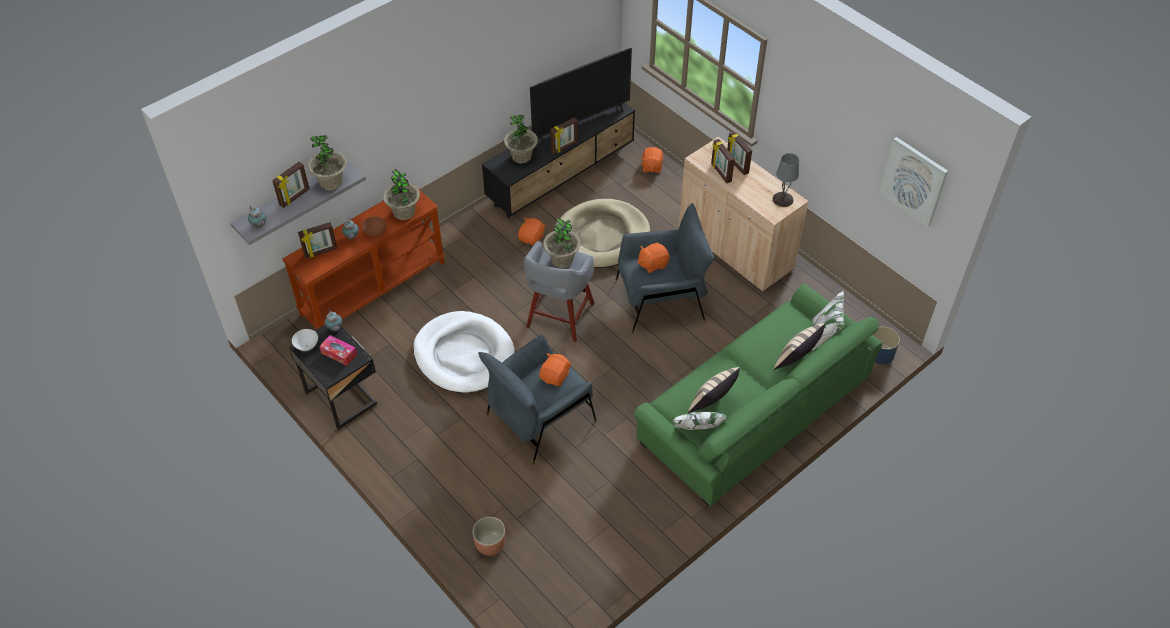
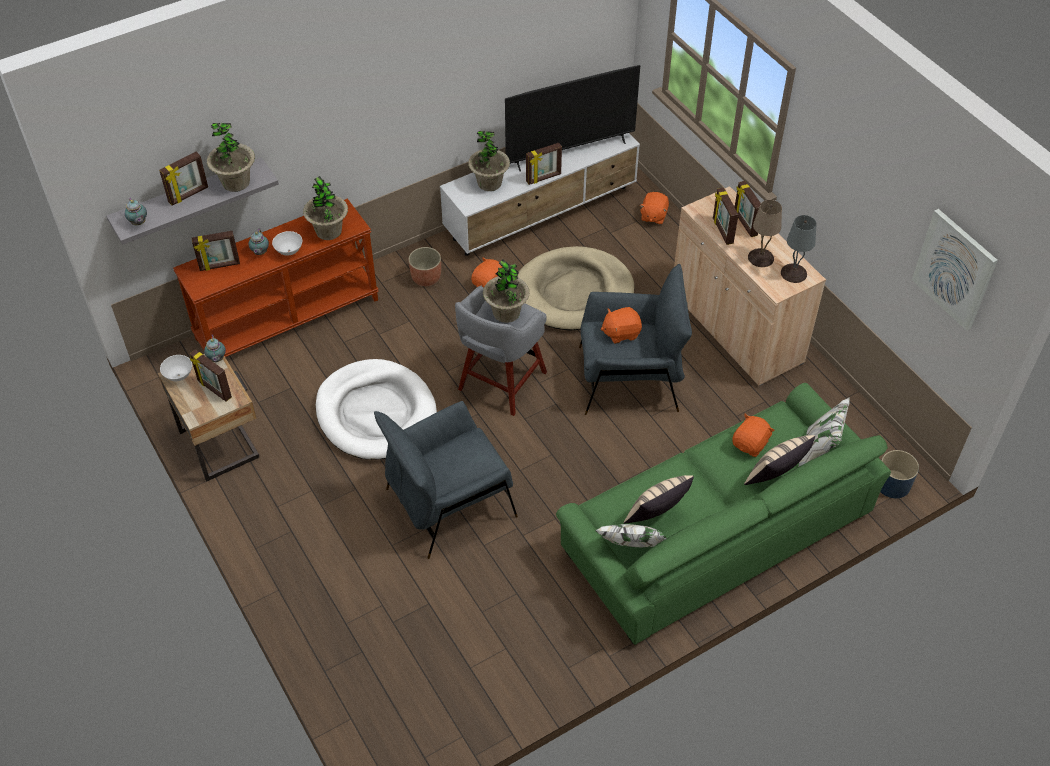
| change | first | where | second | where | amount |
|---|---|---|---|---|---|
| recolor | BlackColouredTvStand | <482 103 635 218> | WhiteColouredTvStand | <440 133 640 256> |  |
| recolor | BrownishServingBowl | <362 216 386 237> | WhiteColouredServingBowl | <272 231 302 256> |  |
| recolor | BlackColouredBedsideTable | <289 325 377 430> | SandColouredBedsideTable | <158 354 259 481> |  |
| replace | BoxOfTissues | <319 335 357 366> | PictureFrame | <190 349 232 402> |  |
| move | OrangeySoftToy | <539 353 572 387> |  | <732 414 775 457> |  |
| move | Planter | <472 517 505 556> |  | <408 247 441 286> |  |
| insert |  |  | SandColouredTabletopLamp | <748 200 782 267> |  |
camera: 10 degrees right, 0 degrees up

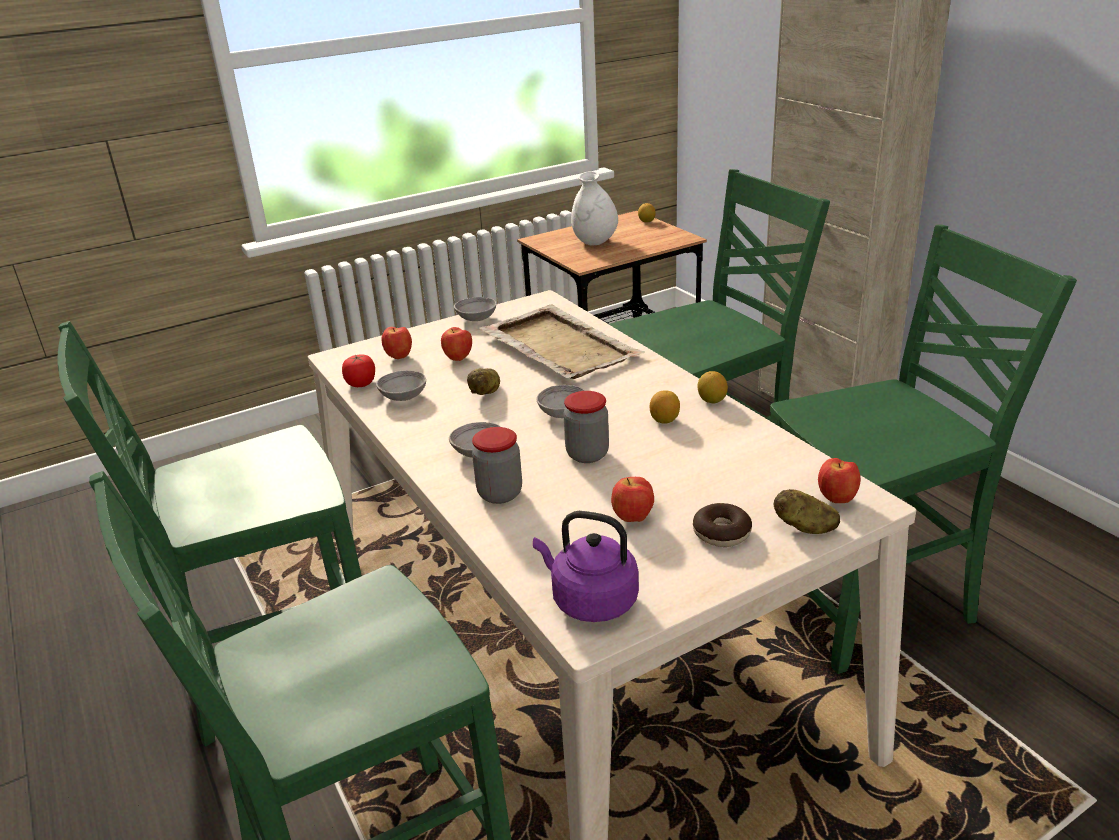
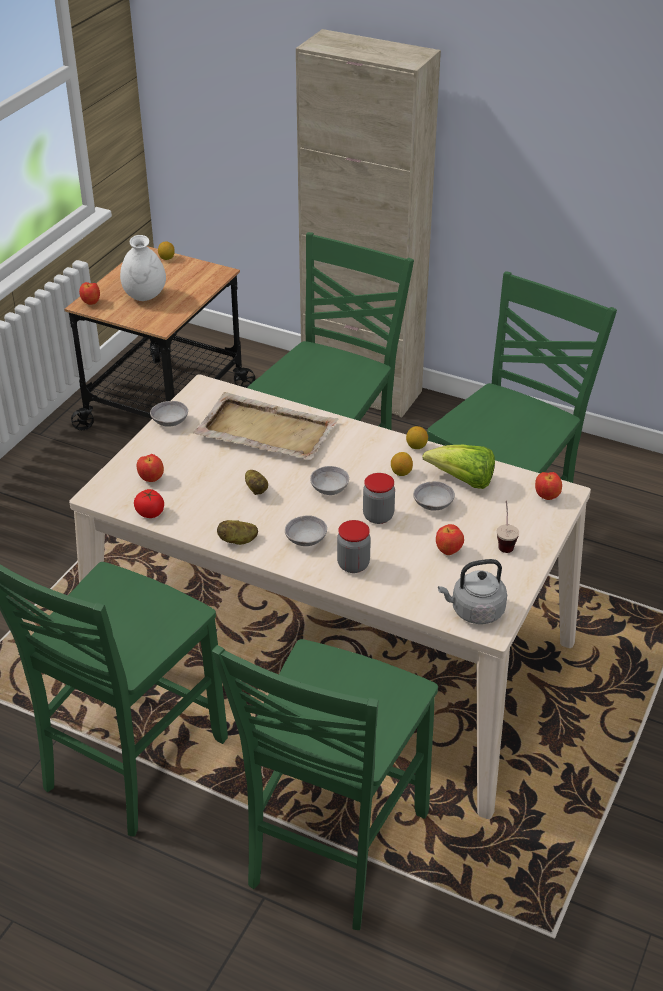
| change | first | where | second | where | amount |
|---|---|---|---|---|---|
| move | WholeApple | <441 327 472 361> |  | <79 282 100 305> |  |
| move | GreyServingBowl | <376 370 426 401> |  | <413 481 455 511> |  |
| move | Spud | <774 489 840 534> |  | <217 520 258 545> |  |
| replace | Doughnut | <693 503 752 547> | SmallCup | <497 501 519 553> |  |
| recolor | PurpleKettle | <533 511 639 622> | GreyKettle | <438 559 507 624> |  |
| insert |  |  | HeadOfLettuce | <422 445 495 489> |  |
camera: 35 degrees left, 10 degrees up

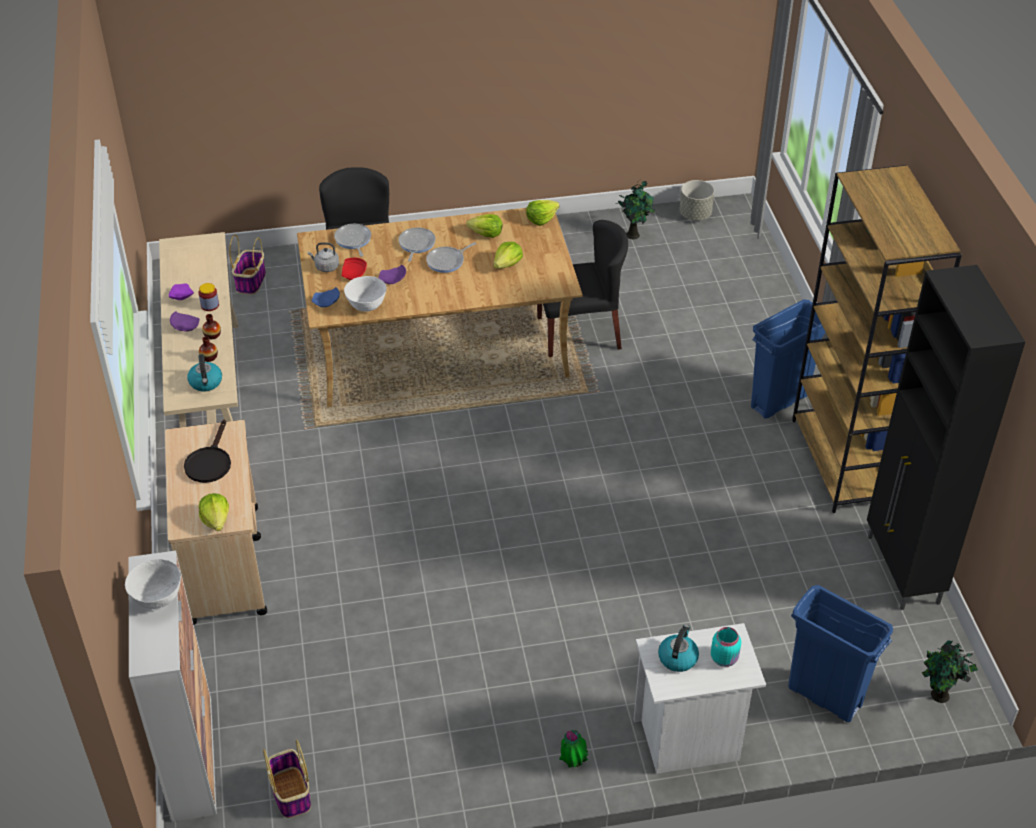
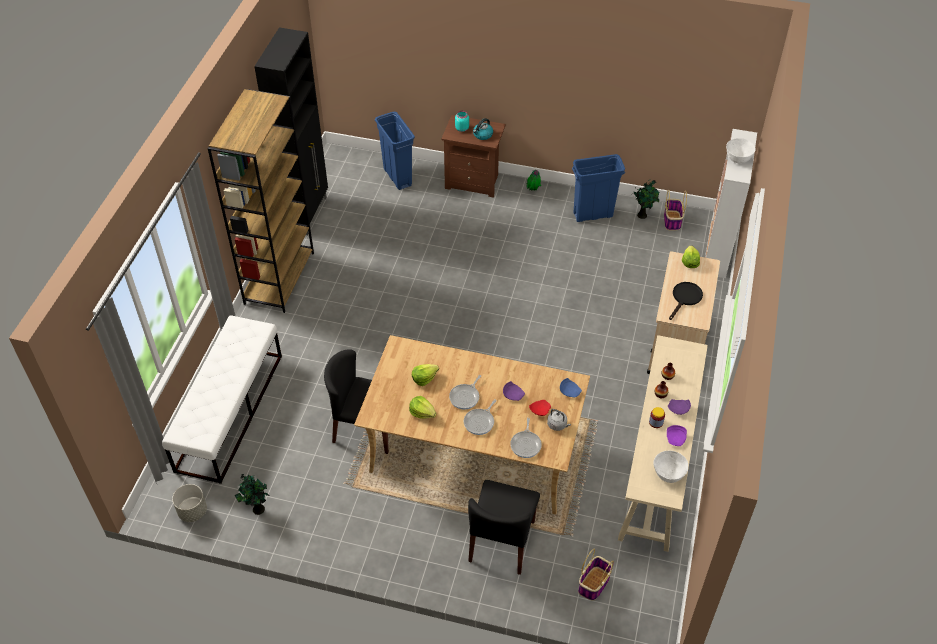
| change | first | where | second | where | amount |
|---|---|---|---|---|---|
| delete | HeadOfLettuce | <526 200 560 226> |  |  |  |
| rotate | Pan | <426 242 476 273> |  | <449 375 481 410> | 135 degrees clockwise |
| move | WhiteColouredServingBowl | <344 276 387 312> |  | <653 451 688 483> |  |
| move | BlueRubbishBin | <751 299 826 419> |  | <572 154 625 222> |  |
| delete | Kettle | <187 354 222 392> |  |  |  |
| recolor | WhiteColouredBedsideTable | <634 623 766 774> | BrownishBedsideTable | <441 115 506 198> |  |
| move | PottedPlant | <922 640 978 703> |  | <634 179 659 219> |  |
| insert |  |  | WhiteColouredIndoorBench | <162 315 282 484> |  |
camera: 155 degrees left, 5 degrees up

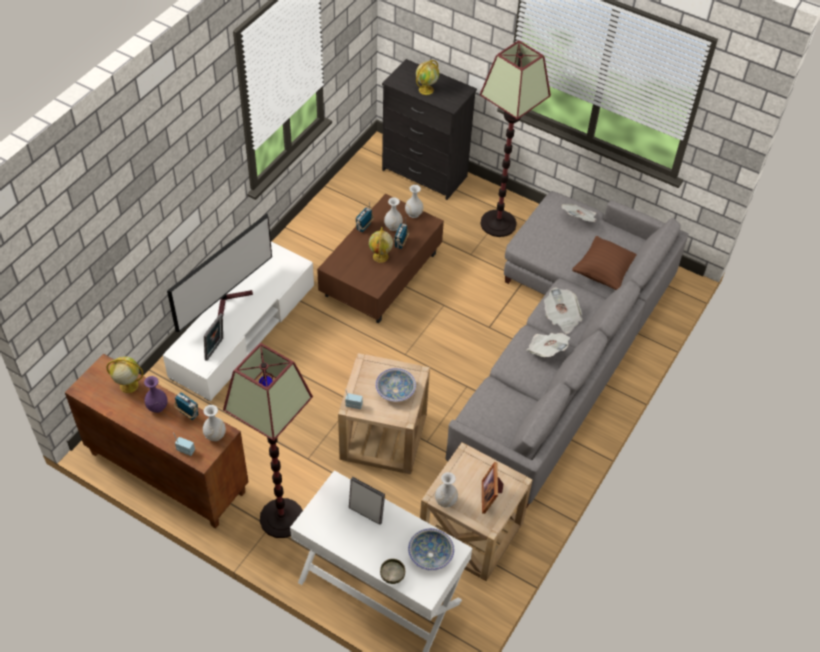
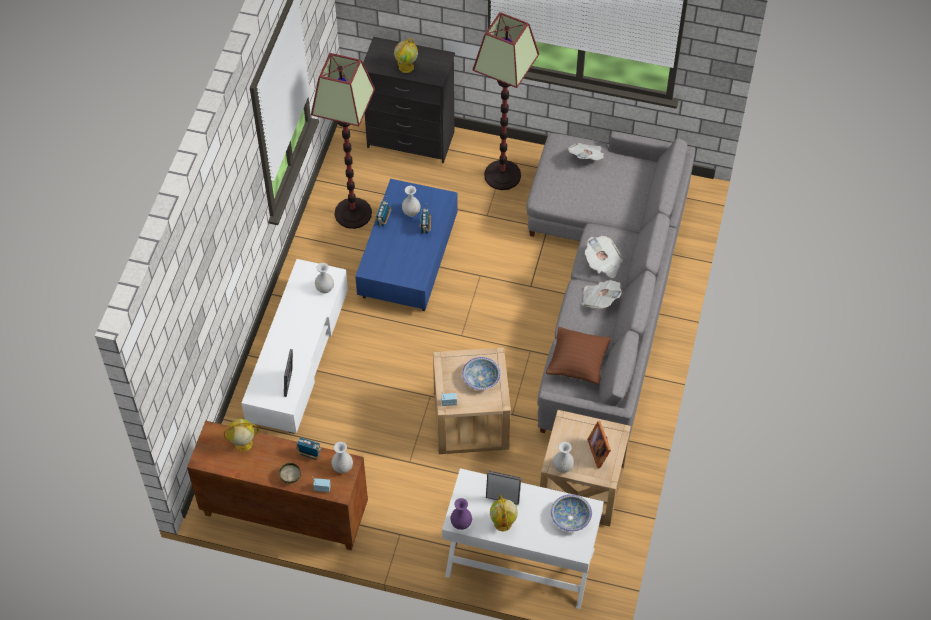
| change | first | where | second | where | amount |
|---|---|---|---|---|---|
| move | WhiteColouredDecorativeVase | <405 185 423 218> |  | <315 263 334 293> |  |
| recolor | BrownishLoungeTable | <317 194 444 324> | BlueLoungeTable | <355 179 458 311> |  |
| delete | TvSet | <167 213 272 332> |  |  |  |
| move | Globe | <369 227 393 263> |  | <490 495 518 531> |  |
| move | BrownishThrowPillow | <572 236 637 290> |  | <546 327 611 385> |  |
| move | StandingLamp | <223 343 313 538> |  | <311 53 375 229> |  |
| move | PurpleDecorativeVase | <144 376 168 413> |  | <451 498 472 530> |  |
| move | ServingBowl | <380 559 405 584> |  | <279 462 301 484> |  |
camera: 15 degrees left, 5 degrees up

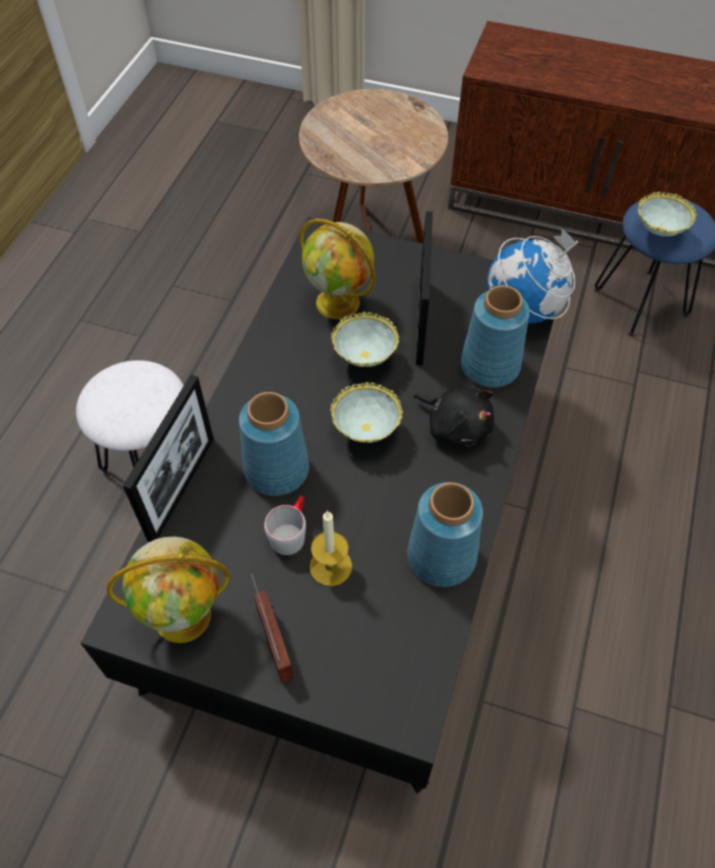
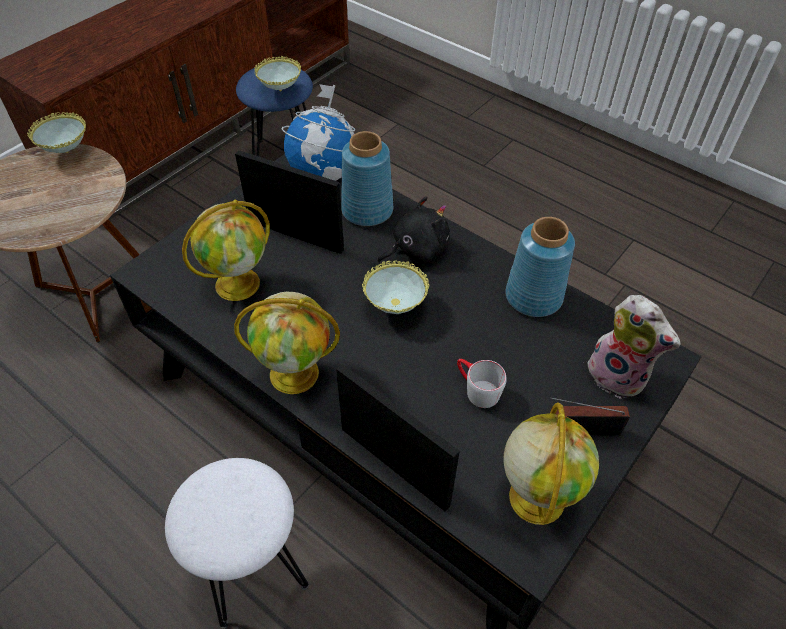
| change | first | where | second | where | amount |
|---|---|---|---|---|---|
| move | ServingBowl | <331 312 399 367> |  | <27 112 86 153> |  |
| delete | BlueDecorativeVase | <239 392 309 496> |  |  |  |
| delete | Candle | <309 510 352 586> |  |  |  |
| insert |  |  | Globe | <234 292 340 394> |  |
| insert |  |  | SoftToy | <585 295 681 399> |  |
camera: 70 degrees left, 5 degrees down

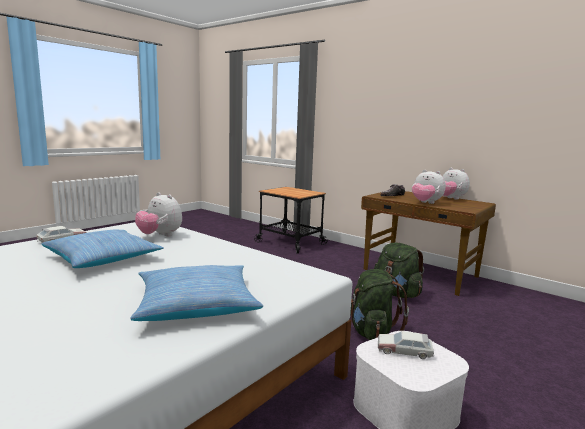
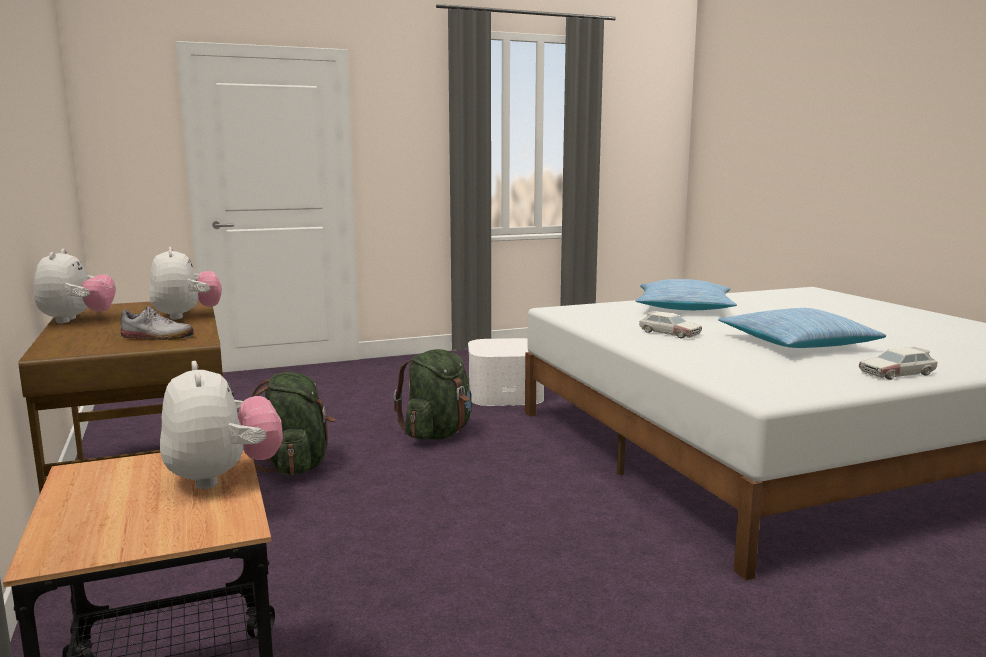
| change | first | where | second | where | amount |
|---|---|---|---|---|---|
| move | SoftToy | <135 192 182 236> |  | <160 361 283 489> |  |
| move | ModelCar | <378 331 435 359> |  | <639 311 702 339> |  |
camera: 150 degrees left, 0 degrees up

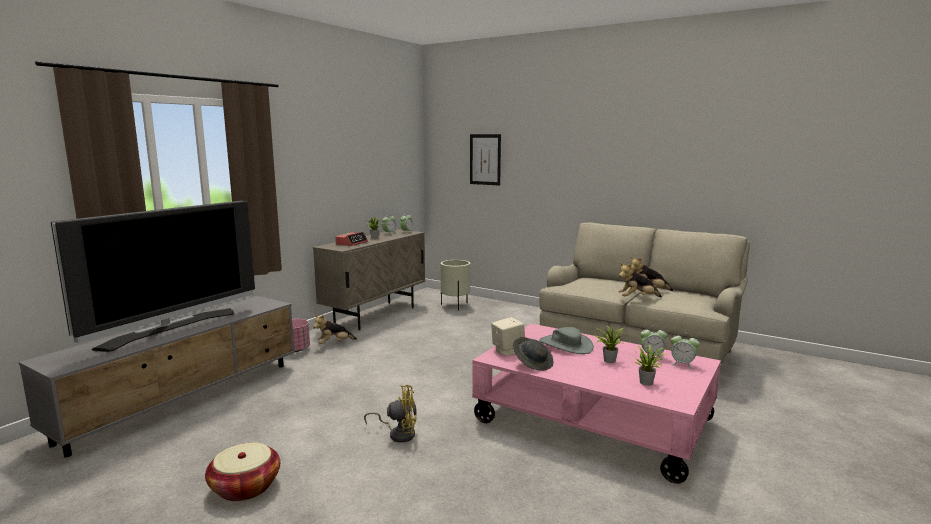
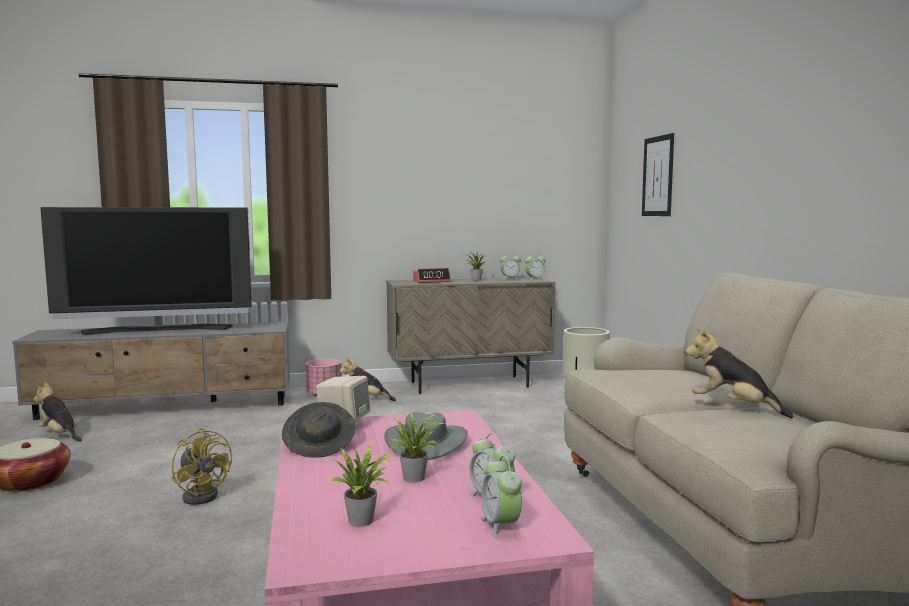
| change | first | where | second | where | amount |
|---|---|---|---|---|---|
| move | SoftToy | <619 263 662 297> |  | <34 383 82 442> |  |
camera: 45 degrees right, 5 degrees down

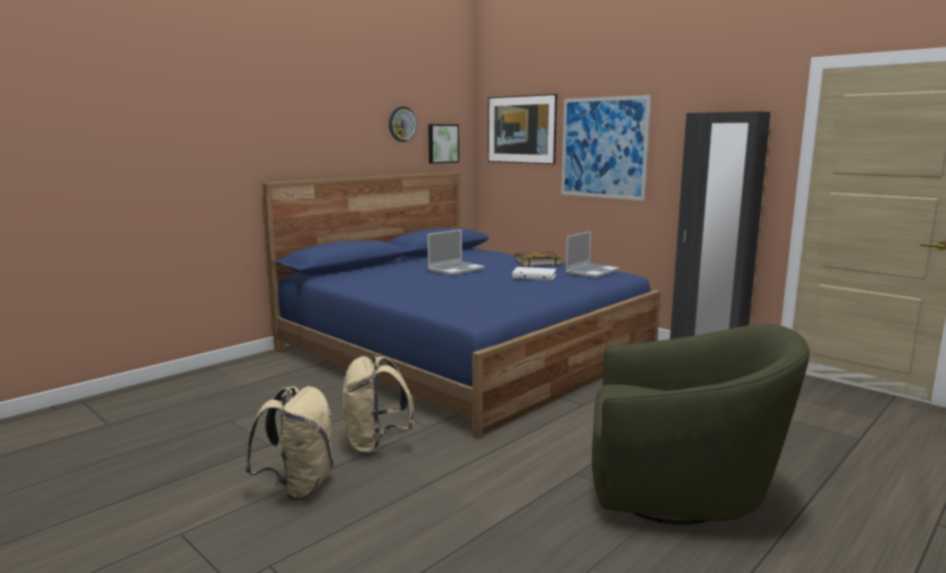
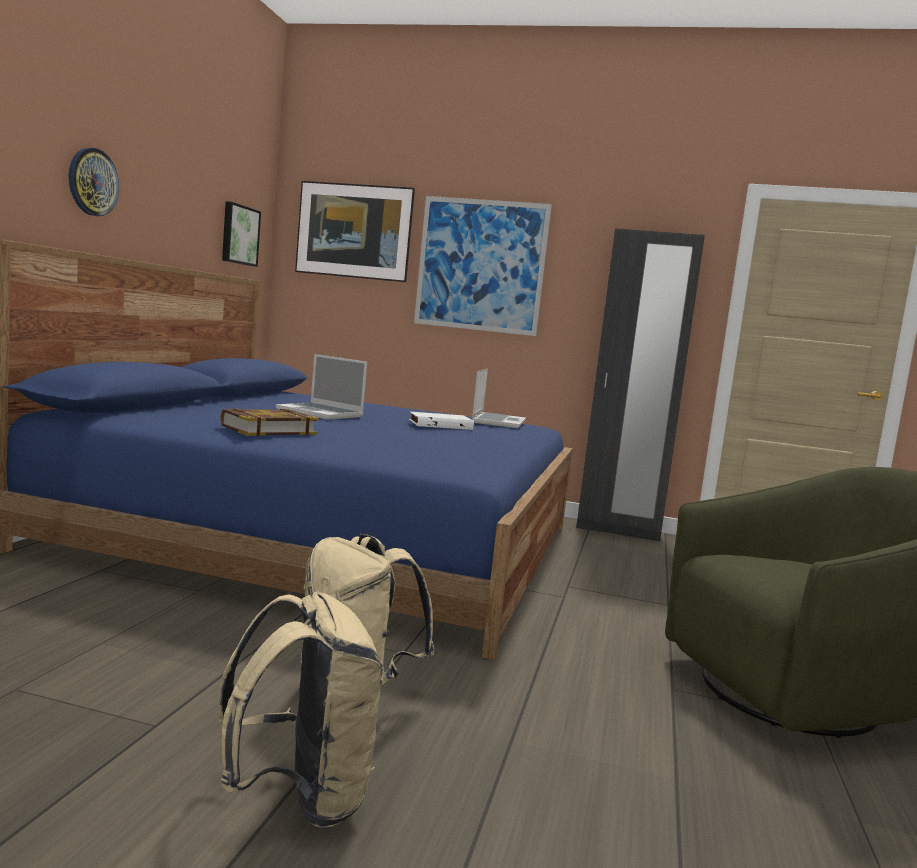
| change | first | where | second | where | amount |
|---|---|---|---|---|---|
| move | WallClock | <389 107 417 142> |  | <69 148 119 216> |  |
| rotate | Laptop | <427 229 485 276> |  | <276 354 367 420> | 105 degrees clockwise |
| move | BoundBook | <515 251 562 267> |  | <221 408 319 436> |  |
camera: 30 degrees left, 5 degrees down

